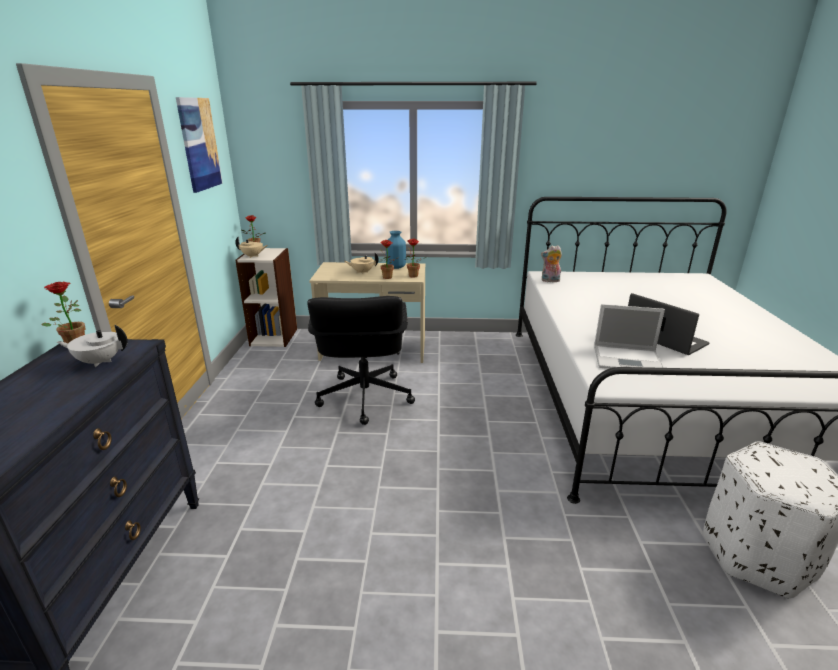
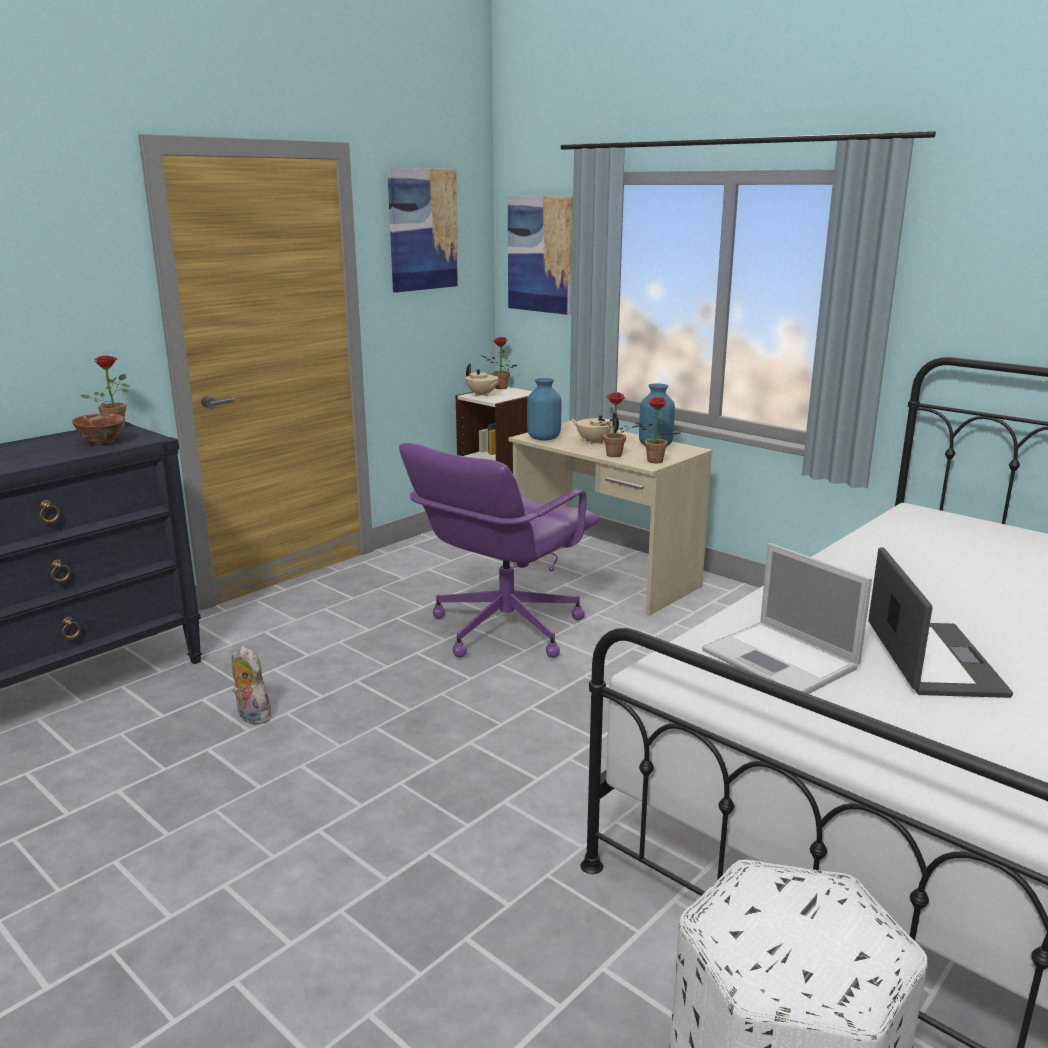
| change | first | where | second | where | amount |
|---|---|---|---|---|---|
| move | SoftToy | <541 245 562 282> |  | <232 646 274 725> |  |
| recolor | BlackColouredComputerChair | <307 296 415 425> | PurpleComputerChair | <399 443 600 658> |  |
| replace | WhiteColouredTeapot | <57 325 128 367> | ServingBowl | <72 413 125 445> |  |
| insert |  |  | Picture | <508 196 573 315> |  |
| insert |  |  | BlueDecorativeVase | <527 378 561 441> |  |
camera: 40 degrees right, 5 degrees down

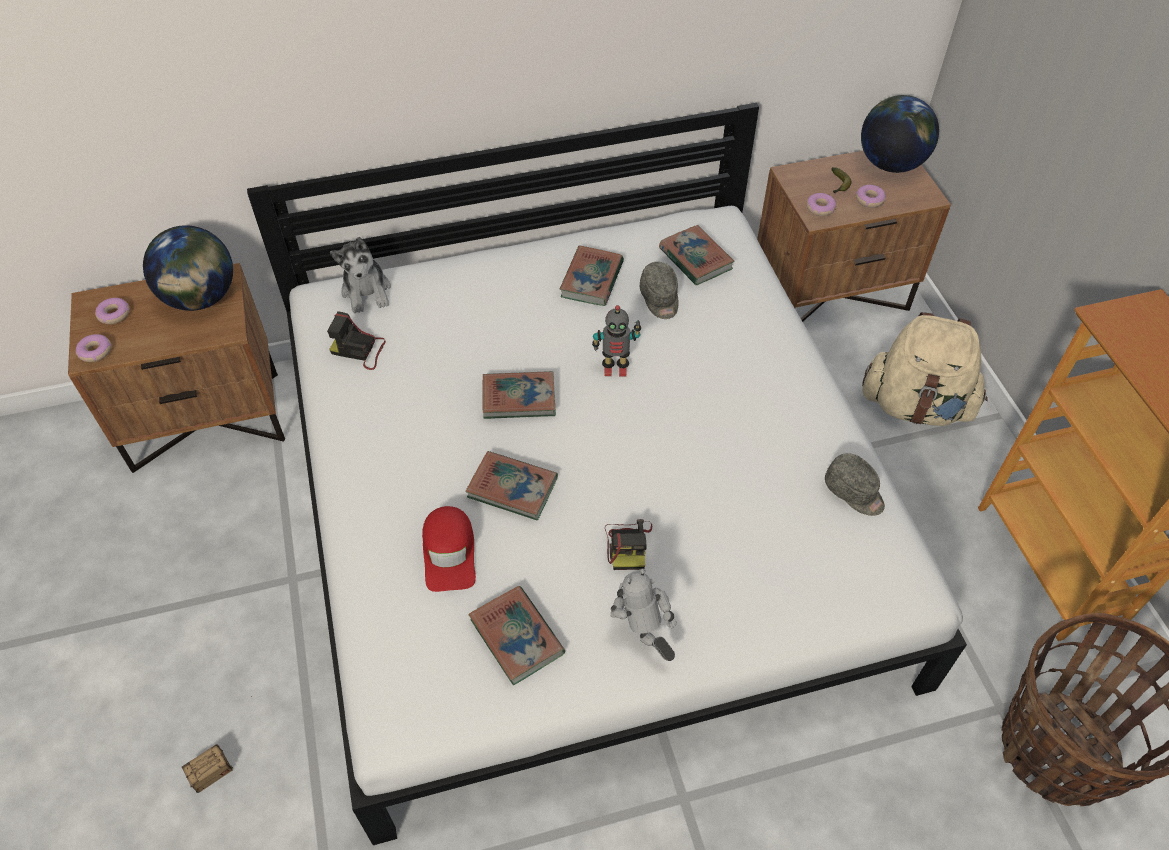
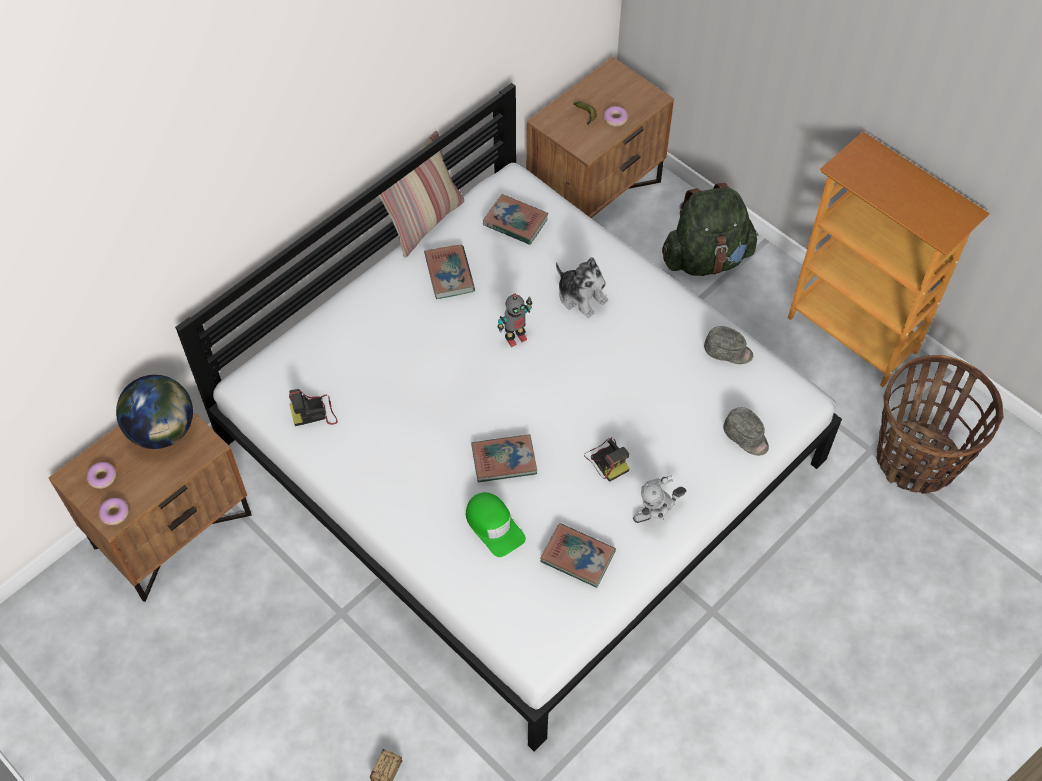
| change | first | where | second | where | amount |
|---|---|---|---|---|---|
| delete | Globe | <861 95 939 173> |  |  |  |
| delete | Doughnut | <806 193 836 216> |  |  |  |
| move | SoftToy | <330 237 391 313> |  | <556 257 608 318> |  |
| move | GreyBaseballCap | <640 262 678 319> |  | <723 407 769 456> |  |
| recolor | SandColouredKnapsack | <862 312 988 426> | GreenColouredKnapsack | <662 183 759 276> |  |
| delete | BoundBook | <483 371 556 419> |  |  |  |
| recolor | RedBaseballCap | <422 506 476 592> | GreenColouredBaseballCap | <466 492 526 557> |  |
| rotate | ModelRobot | <610 569 677 661> |  | <633 476 686 523> | 60 degrees counterclockwise |
| insert |  |  | ThrowPillow | <378 131 464 258> |  |
camera: 30 degrees left, 5 degrees up

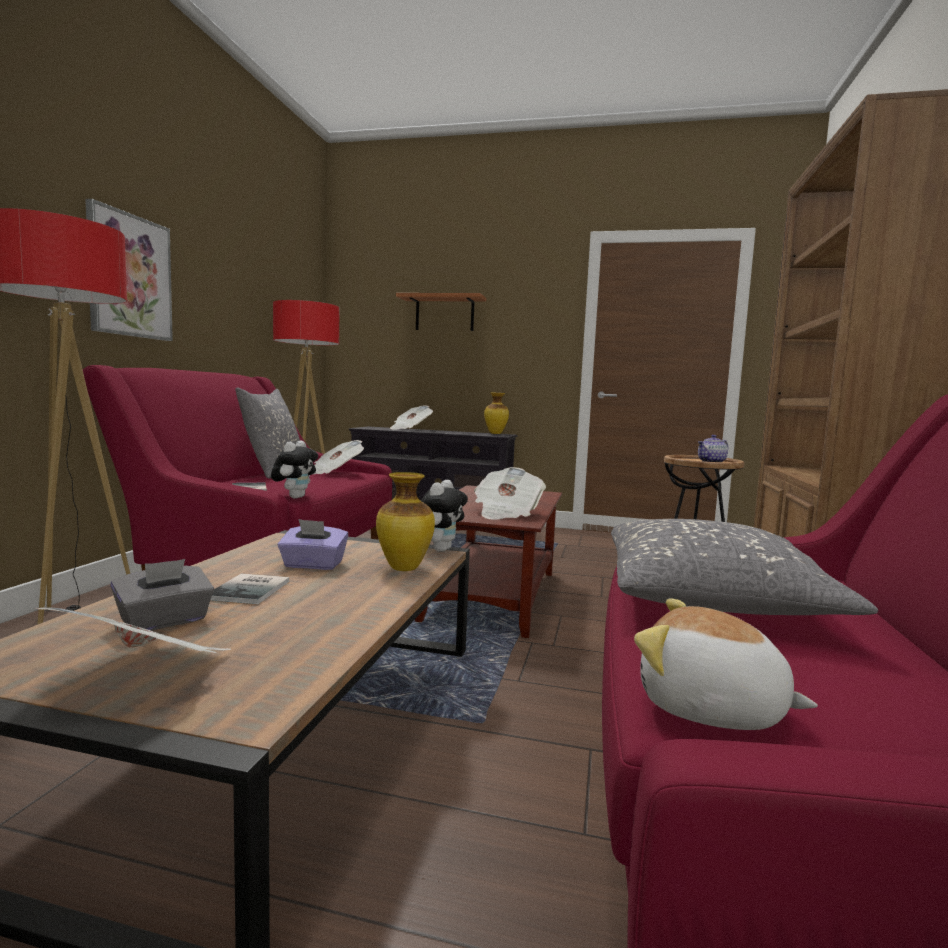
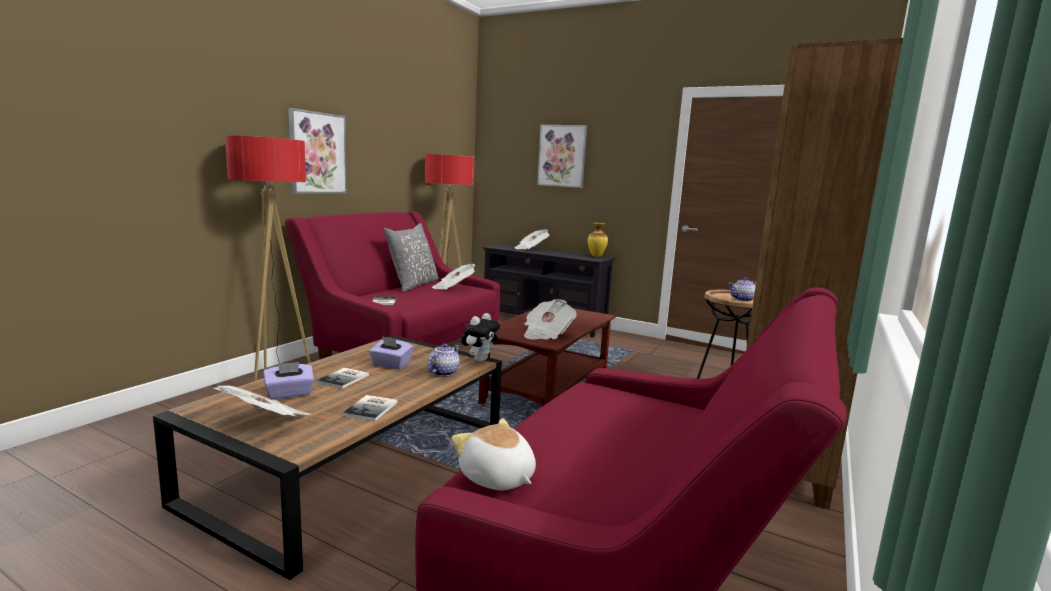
| change | first | where | second | where | amount |
|---|---|---|---|---|---|
| replace | BracketShelf | <396 293 486 331> | Picture | <537 125 587 188> |  |
| delete | SoftToy | <271 440 318 499> |  |  |  |
| replace | DecorativeVase | <376 472 435 571> | Teapot | <427 343 460 376> |  |
| delete | GreyThrowPillow | <611 519 878 615> |  |  |  |
| recolor | GreyBoxOfTissues | <111 559 214 631> | PurpleBoxOfTissues | <263 362 314 400> |  |
| insert |  |  | BoundBook | <342 395 398 421> |  |
camera: 15 degrees right, 5 degrees up

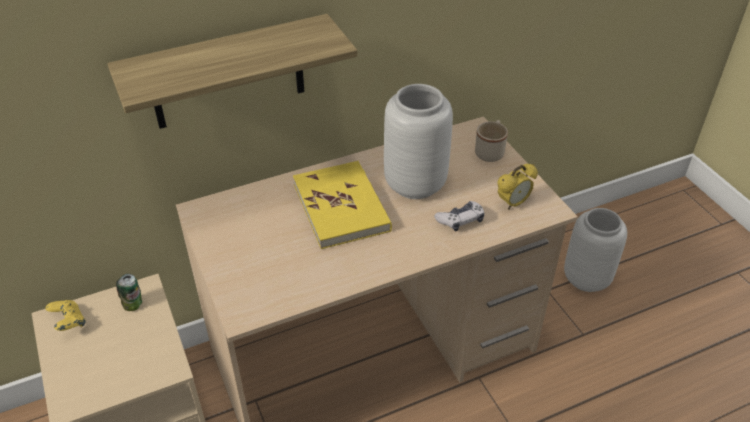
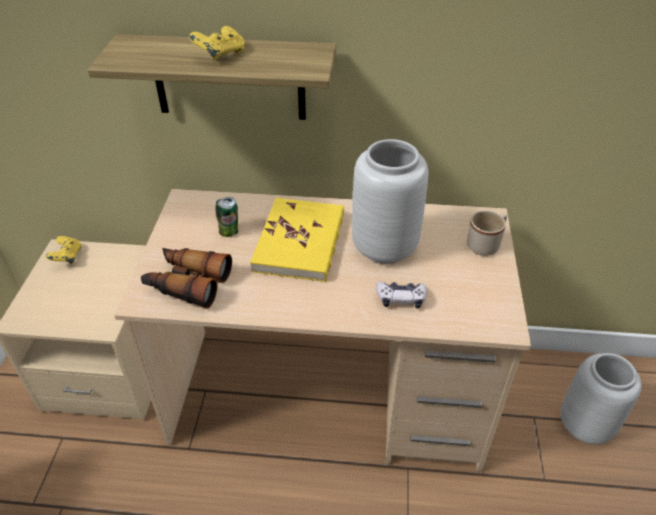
| change | first | where | second | where | amount |
|---|---|---|---|---|---|
| delete | BedsideClock | <497 164 538 210> |  |  |  |
| move | SealedCan | <116 274 142 311> |  | <216 197 238 237> |  |
| insert |  |  | YellowishGamepad | <189 26 245 60> |  |
| insert |  |  | PairOfBinoculars | <141 248 232 309> |  |
camera: 30 degrees right, 0 degrees up

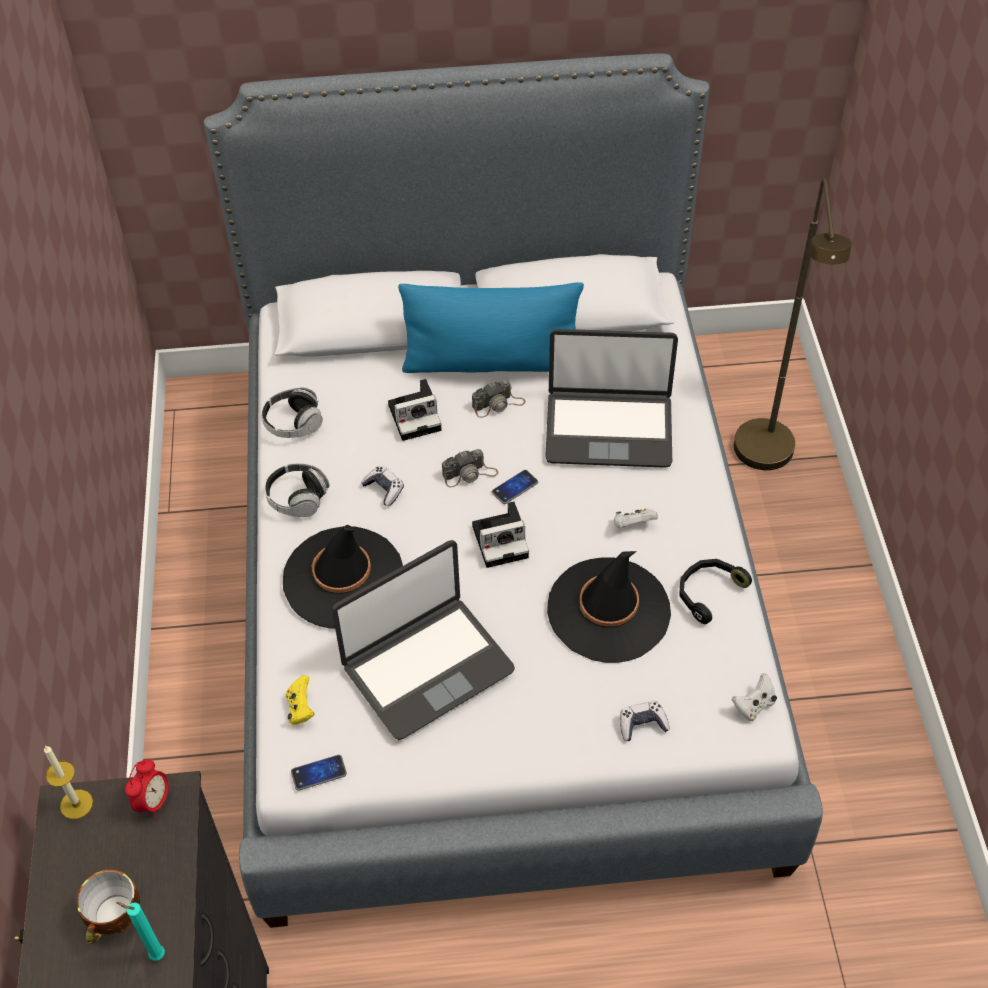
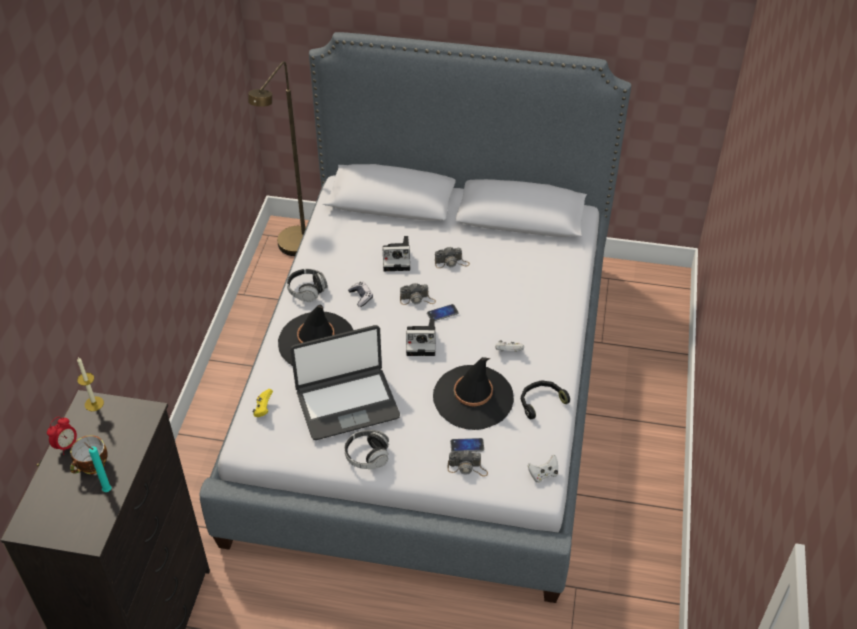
| change | first | where | second | where | amount |
|---|---|---|---|---|---|
| move | BrownishStandingLamp | <734 178 852 470> |  | <248 61 306 256> |  |
| delete | BlueThrowPillow | <398 282 584 373> |  |  |  |
| delete | Laptop | <545 329 678 468> |  |  |  |
| move | Headset | <262 387 323 438> |  | <344 430 390 469> |  |
| replace | Gamepad | <620 701 670 741> | StillCamera | <448 450 488 477> |  |
| move | Phone | <291 755 347 791> |  | <450 438 484 452> |  |
| move | BedsideClock | <125 760 170 818> |  | <47 417 77 455> |  |
camera: 15 degrees right, 5 degrees down

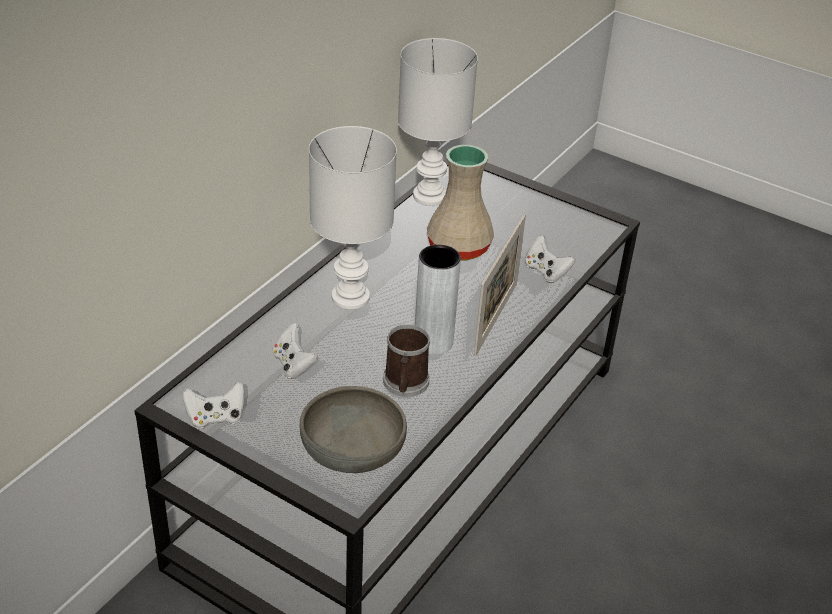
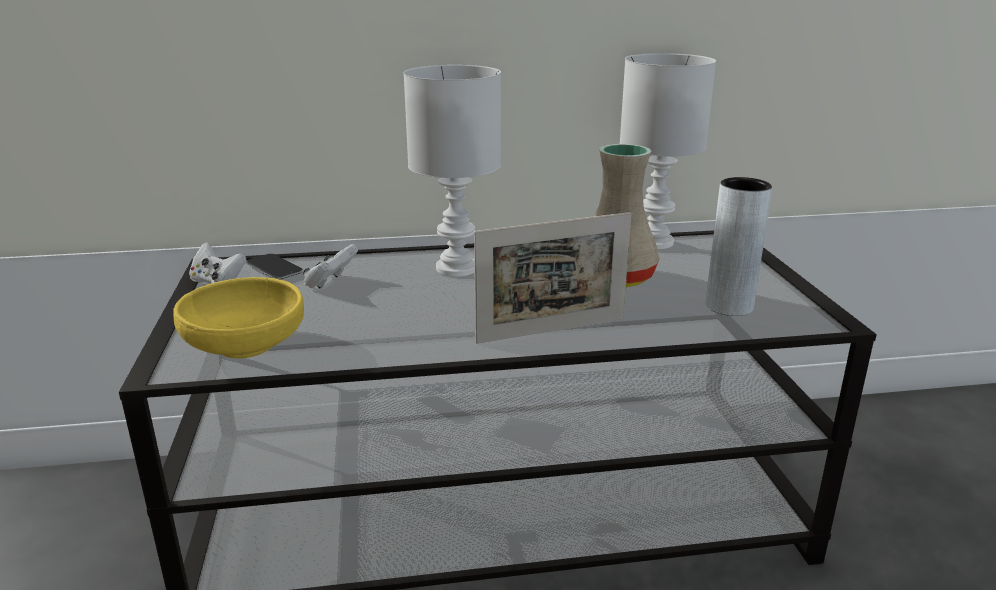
| change | first | where | second | where | amount |
|---|---|---|---|---|---|
| delete | WhiteColouredGamepad | <525 235 575 283> |  |  |  |
| move | GreyDecorativeVase | <415 244 461 355> |  | <706 177 772 316> |  |
| delete | TeaMug | <383 325 430 397> |  |  |  |
| recolor | GreyServingBowl | <300 386 407 473> | YellowishServingBowl | <173 277 304 358> |  |
| insert |  |  | Phone | <246 254 303 279> |  |
camera: 50 degrees right, 15 degrees down

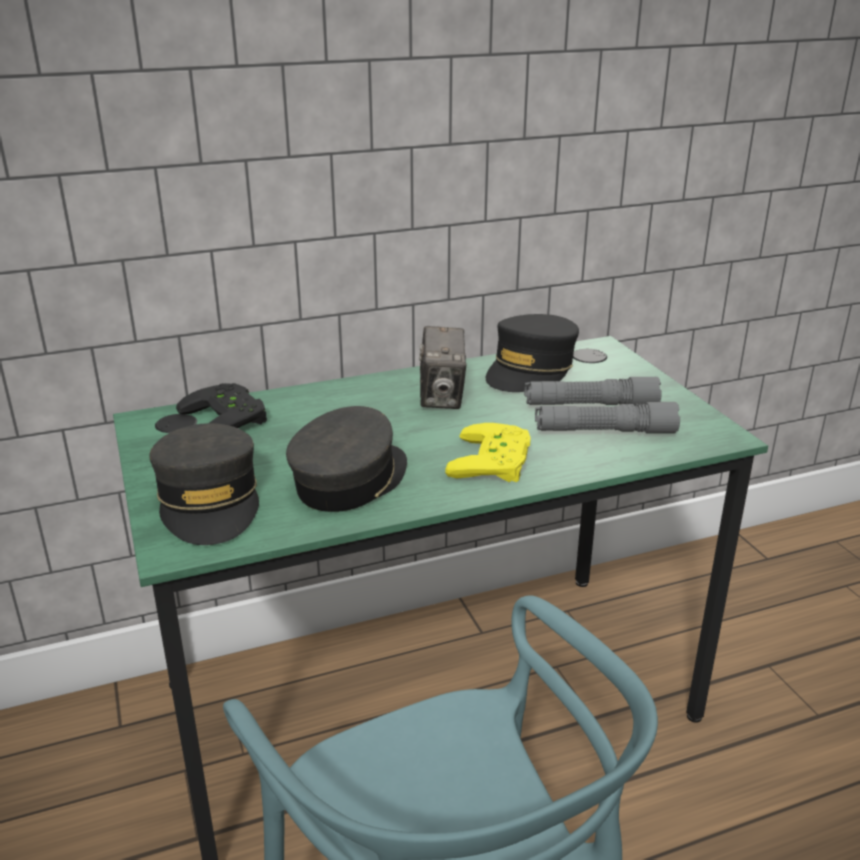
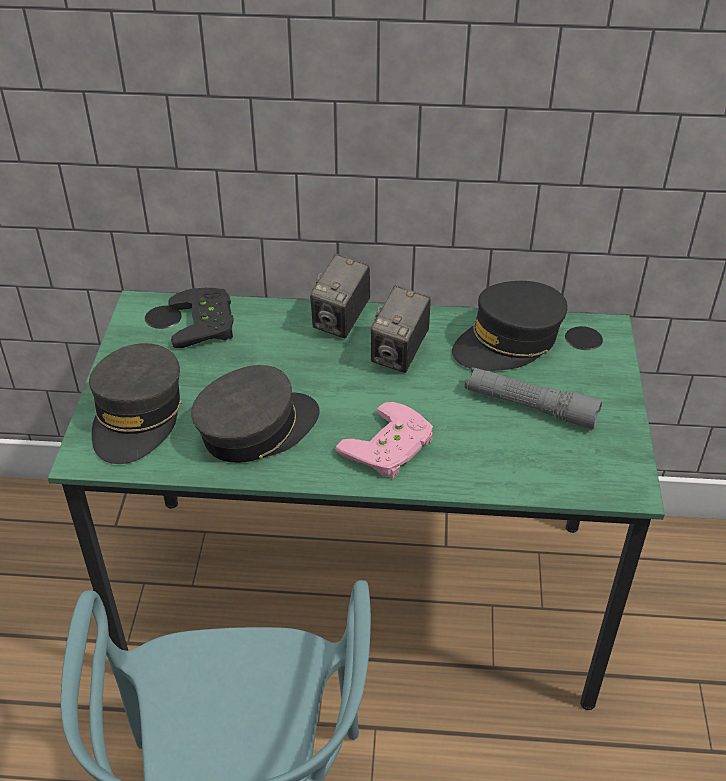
| change | first | where | second | where | amount |
|---|---|---|---|---|---|
| delete | GreyHandTorch | <535 402 680 434> |  |  |  |
| recolor | YellowishGamepad | <445 423 531 482> | PinkGamepad | <335 402 433 479> |  |
| insert |  |  | StillCamera | <310 254 370 338> |  |
camera: 25 degrees right, 15 degrees up

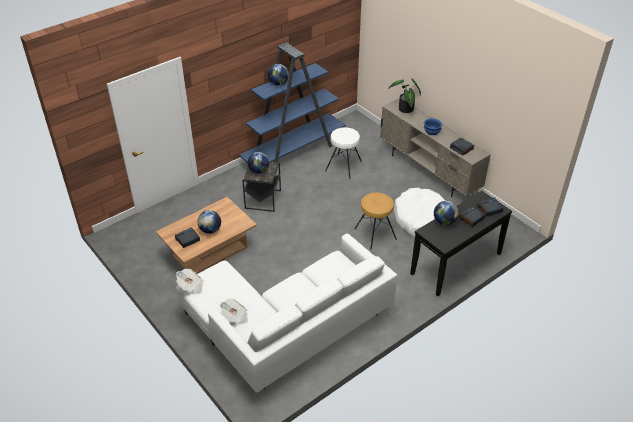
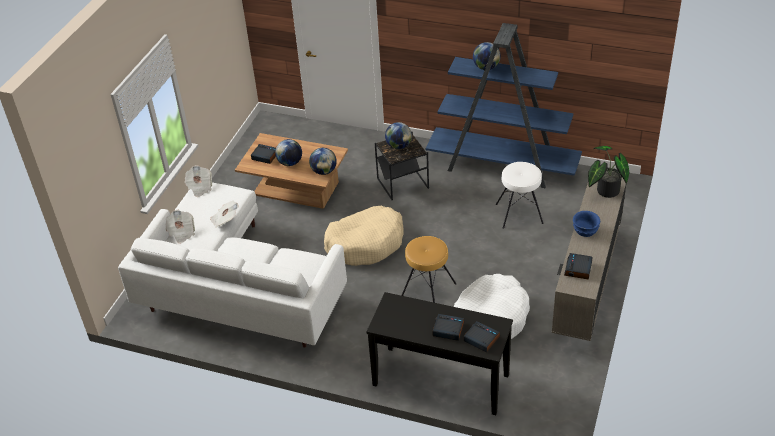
| change | first | where | second | where | amount |
|---|---|---|---|---|---|
| move | Globe | <434 201 458 225> |  | <309 148 337 175> |  |
| insert |  |  | Newspaper | <210 200 239 227> |  |
| insert |  |  | SandColouredDogCushion | <324 206 403 266> |  |
camera: 60 degrees right, 0 degrees up

